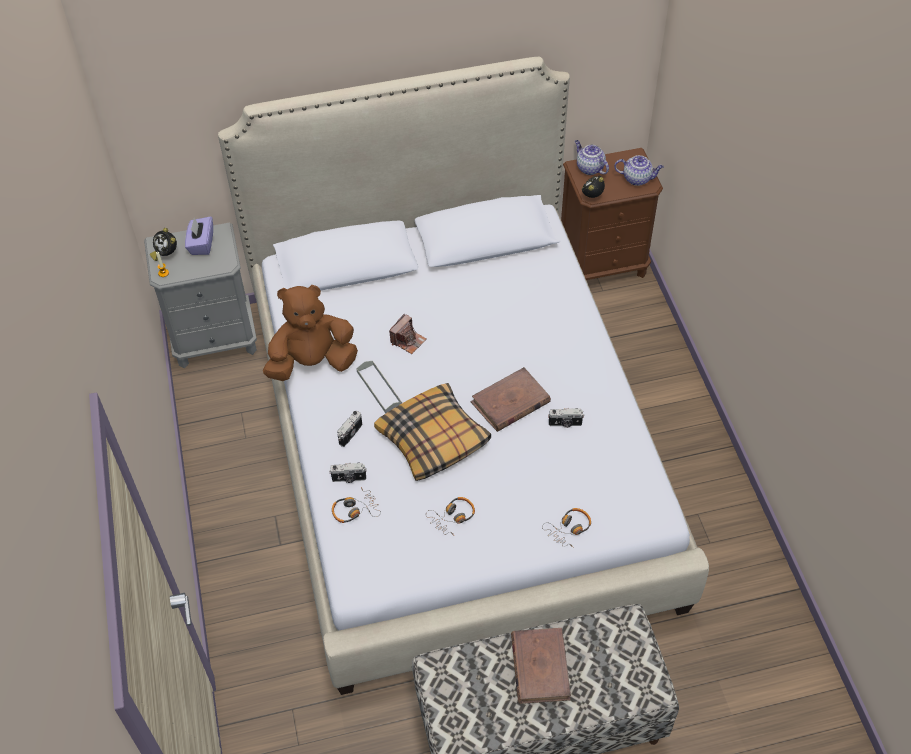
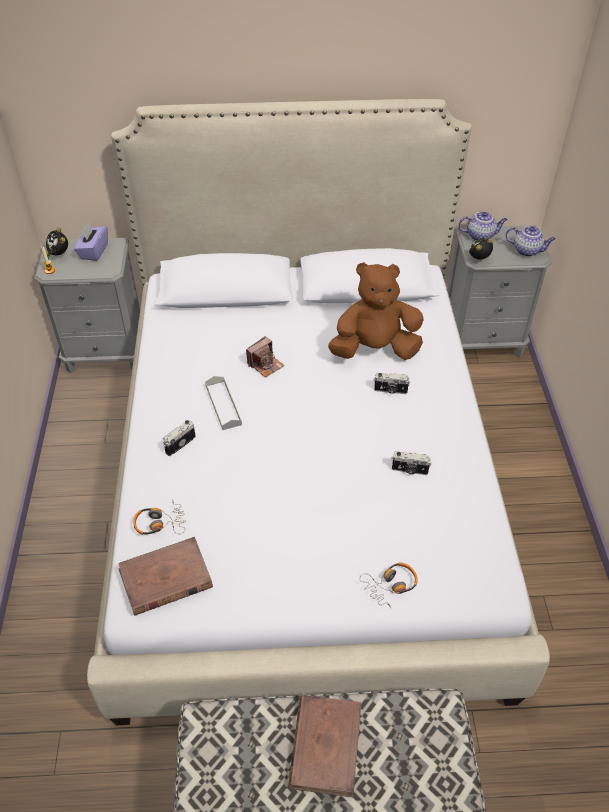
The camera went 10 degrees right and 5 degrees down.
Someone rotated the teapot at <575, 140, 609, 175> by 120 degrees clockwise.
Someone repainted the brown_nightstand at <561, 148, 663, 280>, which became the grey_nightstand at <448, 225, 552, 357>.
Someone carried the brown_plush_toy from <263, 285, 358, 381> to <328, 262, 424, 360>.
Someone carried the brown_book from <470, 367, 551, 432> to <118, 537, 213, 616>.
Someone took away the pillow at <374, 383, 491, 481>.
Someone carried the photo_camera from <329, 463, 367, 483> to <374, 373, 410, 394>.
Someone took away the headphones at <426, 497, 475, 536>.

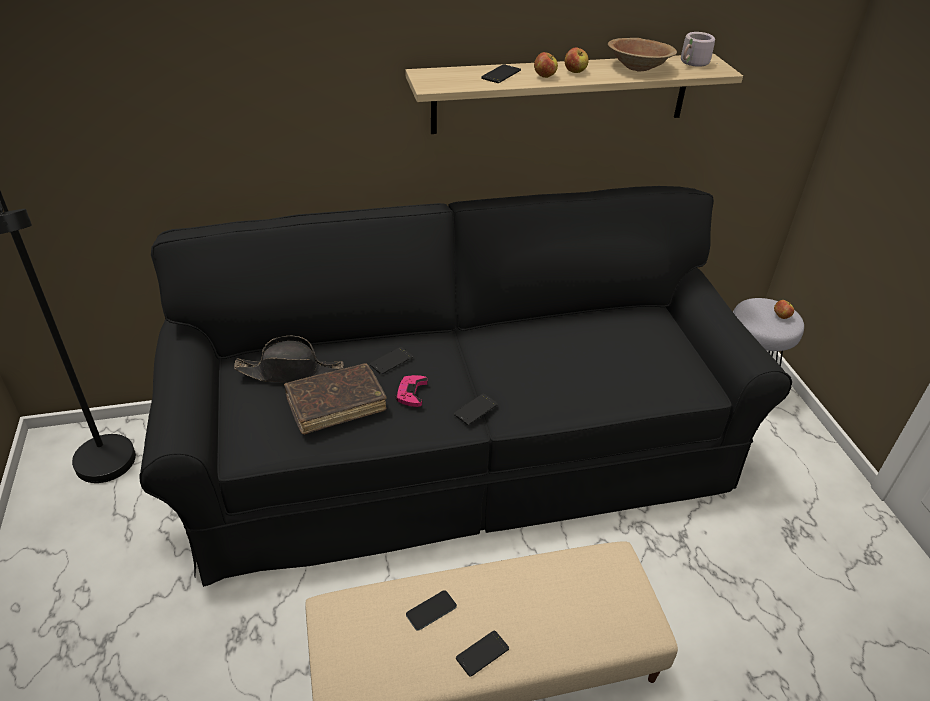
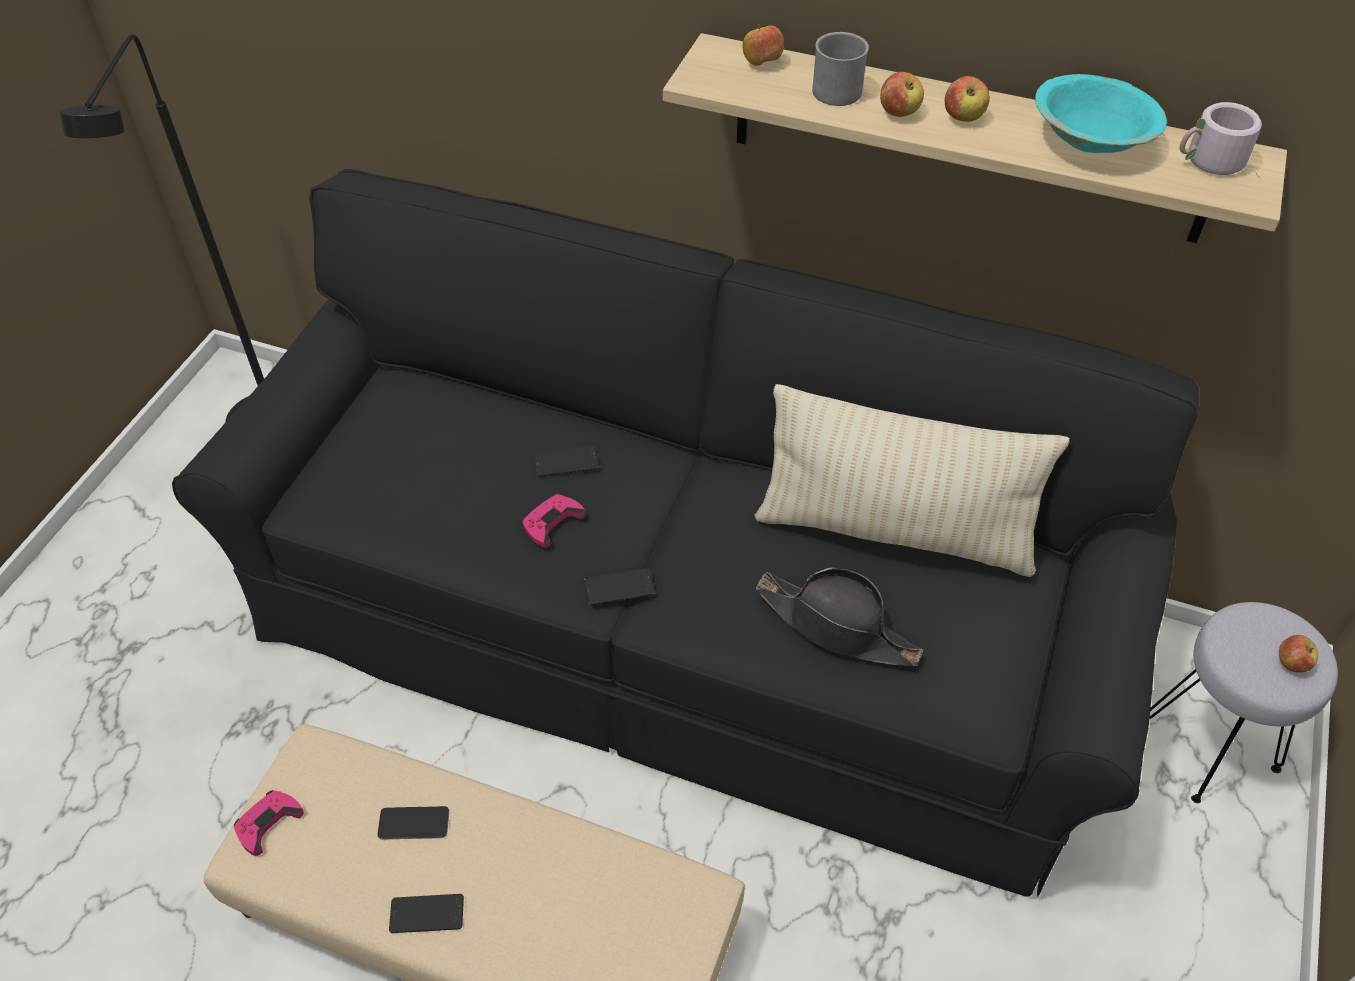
The camera went 35 degrees right and 10 degrees up.
Someone repainted the brown_bowl at <608, 38, 677, 72>, which became the turquoise_bowl at <1035, 74, 1167, 153>.
Someone swapped the phone at <481, 64, 521, 83> for the grey_mug at <812, 32, 869, 106>.
Someone carried the black_hat from <234, 335, 344, 382> to <756, 568, 923, 667>.
Someone took away the brown_book at <284, 364, 387, 434>.
Someone put down the apple at <742, 24, 784, 66>.
Someone put down the beige_pillow at <755, 384, 1069, 577>.
Someone put down the pink_game_controller at <234, 790, 304, 856>.

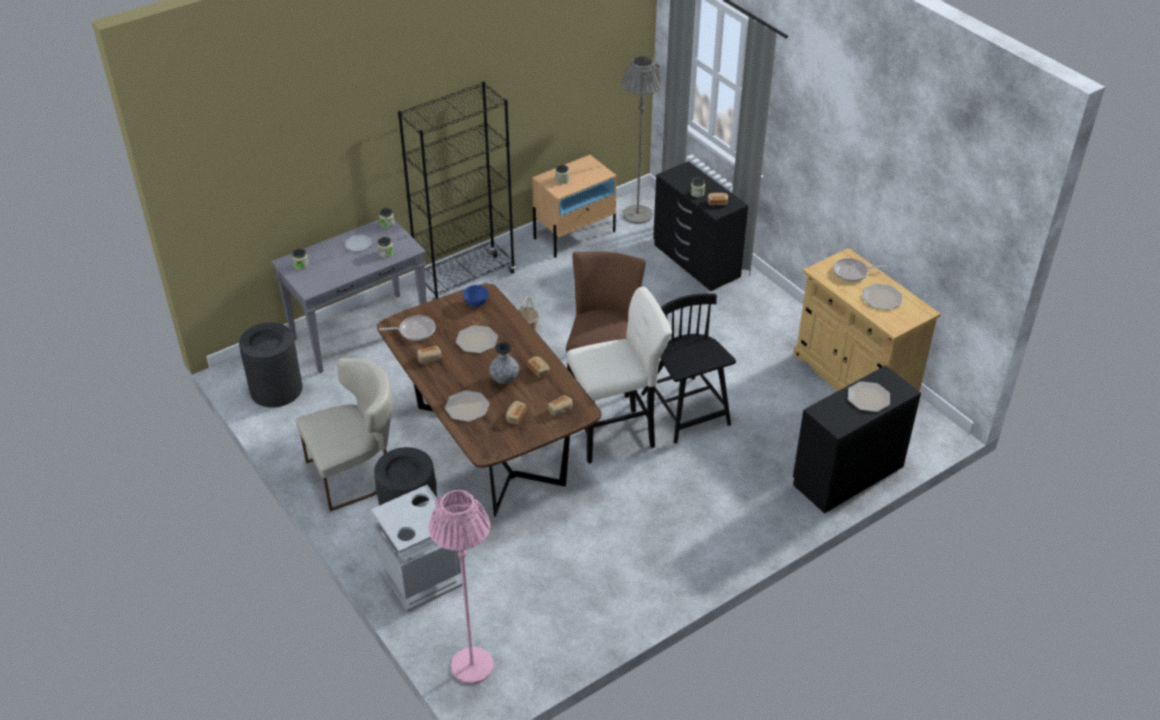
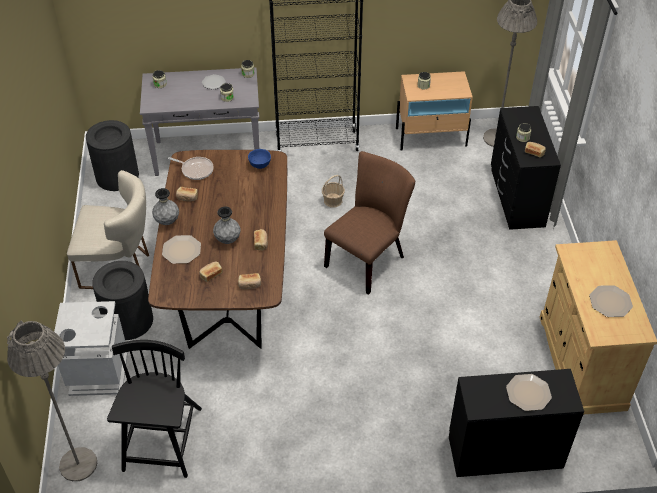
The camera went 30 degrees right and 5 degrees up.
Someone took away the frying_pan at <833, 258, 887, 282>.
Someone took away the beige_stool at <567, 287, 672, 464>.
Someone carried the black_chair from <641, 294, 736, 444> to <107, 340, 202, 478>.
Someone took away the plate at <456, 325, 498, 353>.
Someone repainted the pink_floor_lamp at <429, 490, 494, 684>, which became the grey_floor_lamp at <7, 321, 97, 481>.
Someone put down the grey_vase at <152, 188, 179, 225>.

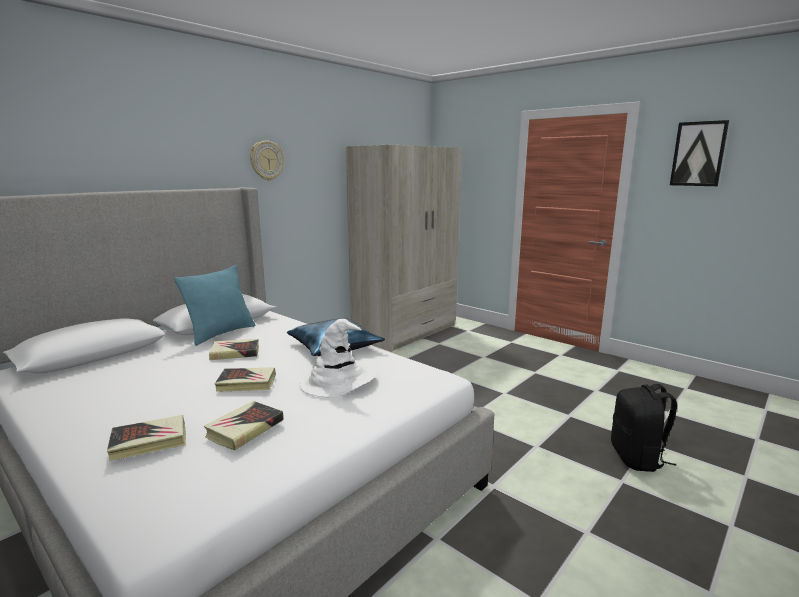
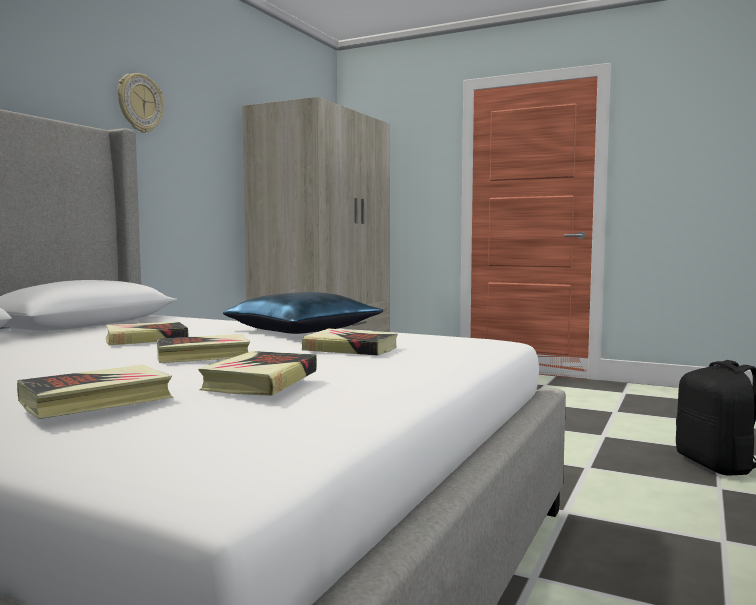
The camera went 15 degrees left and 10 degrees down.
Someone took away the picture at <670, 120, 729, 186>.
Someone took away the turquoise_pillow at <174, 265, 255, 346>.
Someone swapped the white_hat at <299, 319, 377, 397> for the book at <302, 328, 398, 356>.

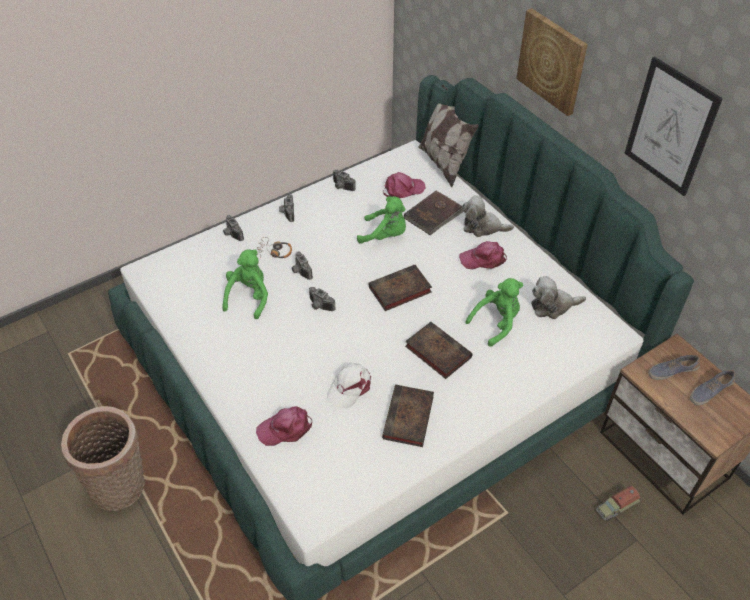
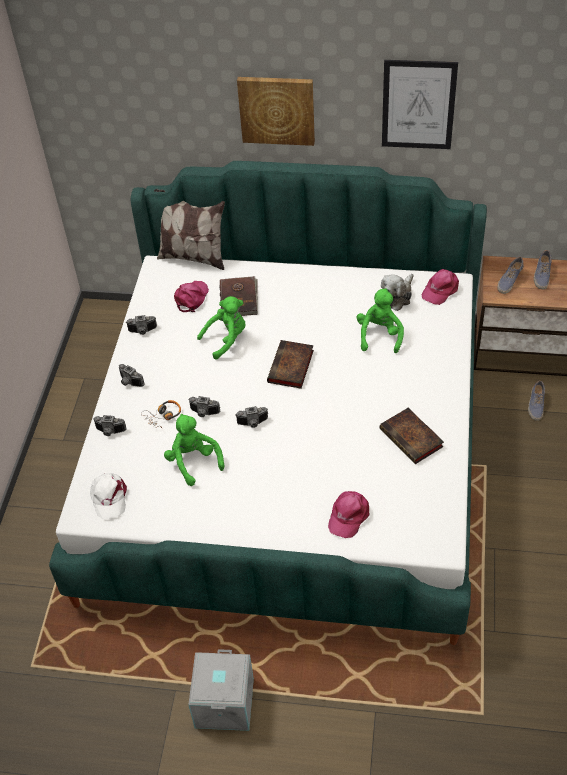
The camera went 45 degrees left and 0 degrees up.
Someone took away the plush_toy at <462, 195, 514, 237>.
Someone carried the pink_cap from <459, 241, 507, 270> to <422, 269, 459, 305>.
Someone took away the book at <405, 322, 472, 379>.
Someone carried the white_cap from <327, 362, 371, 409> to <90, 473, 127, 519>.
Someone swapped the basket at <61, 406, 145, 511> for the grey_storage_box at <188, 649, 254, 731>.
Someone swapped the toy_truck at <596, 486, 640, 521> for the shoe at <528, 381, 545, 421>.

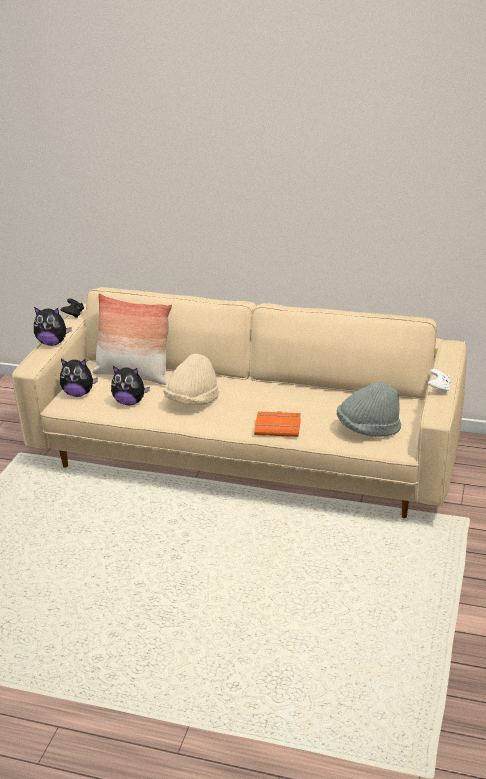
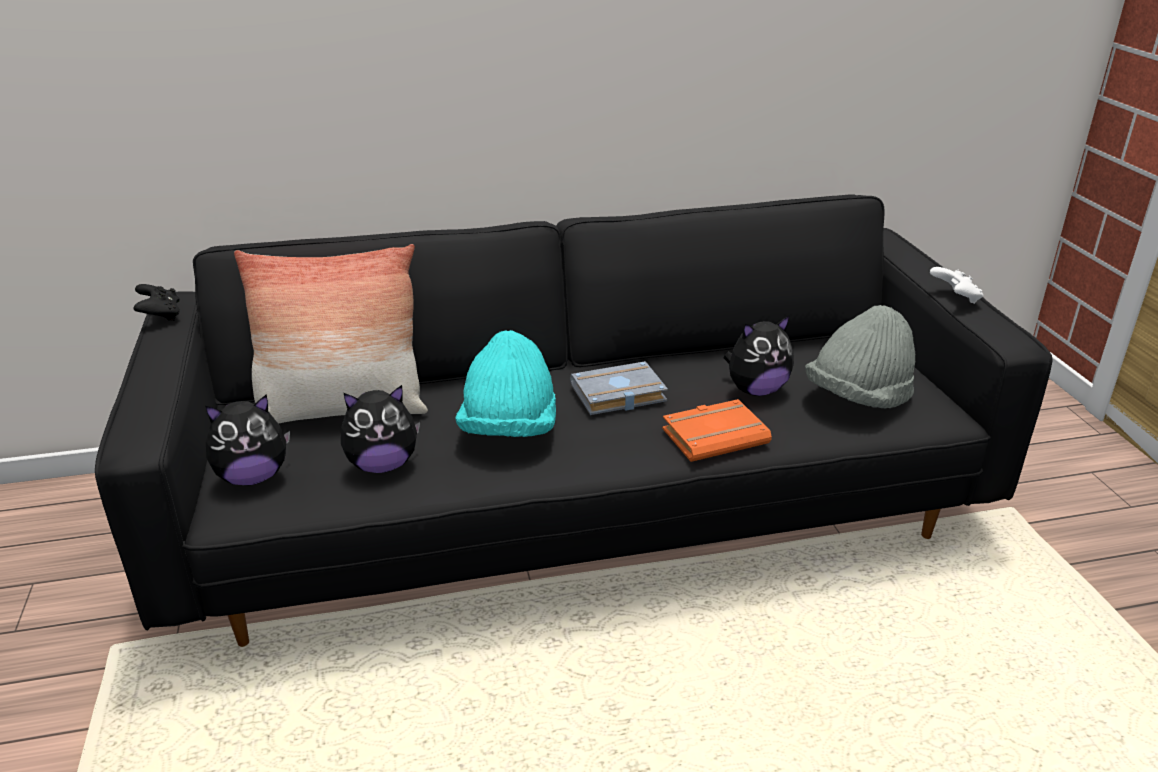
The camera went 30 degrees left and 0 degrees up.
Someone repainted the beige_sofa at <12, 287, 467, 518>, which became the black_sofa at <95, 194, 1053, 647>.
Someone carried the plush_toy from <34, 307, 72, 346> to <724, 315, 794, 396>.
Someone repainted the beige_hat at <163, 354, 219, 405>, which became the turquoise_hat at <455, 330, 556, 437>.
Someone put down the grey_book at <570, 361, 668, 415>.

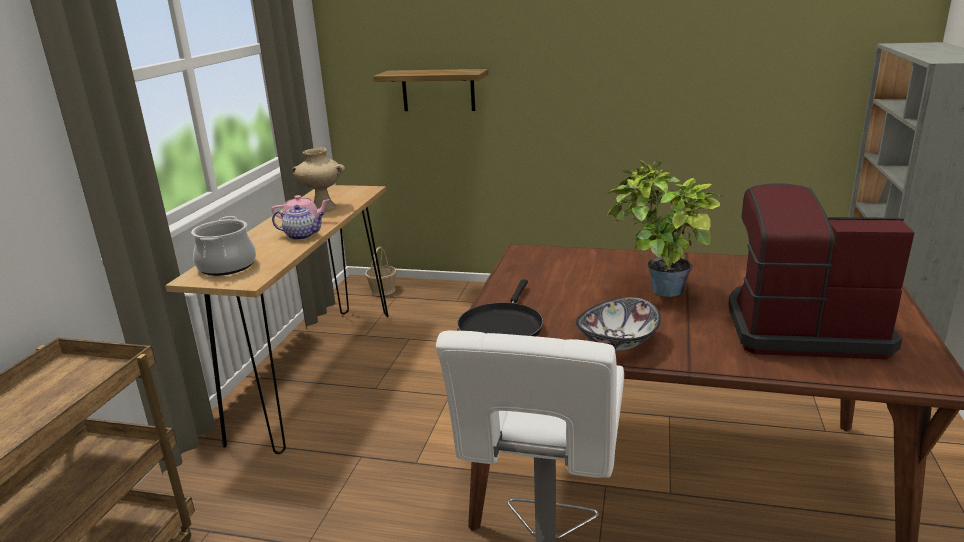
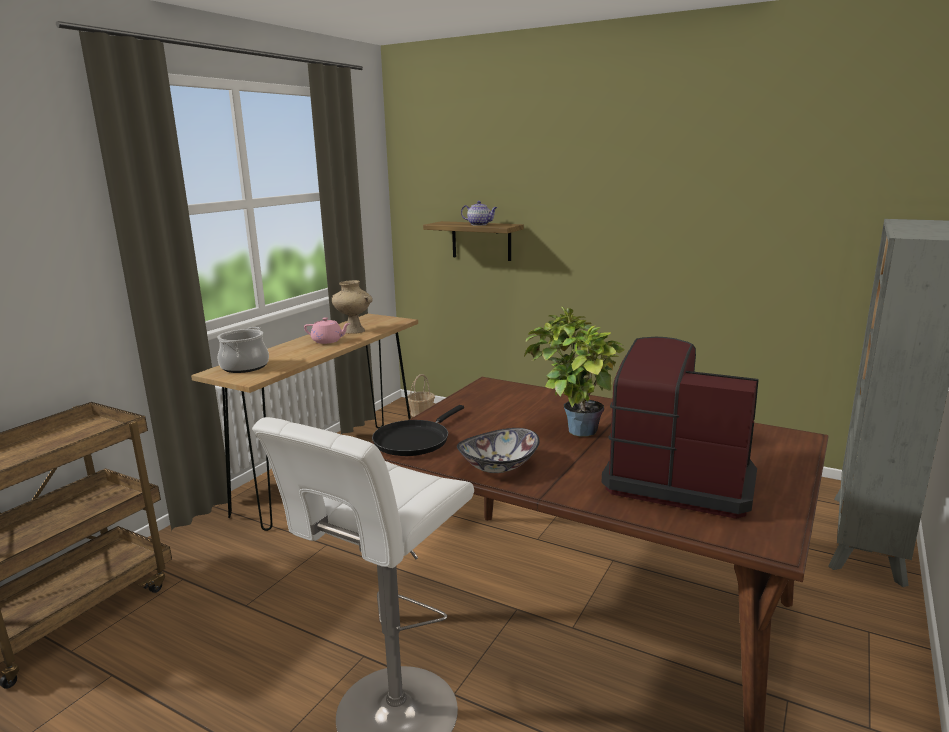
The camera went 15 degrees right and 5 degrees down.
Someone carried the teapot from <272, 205, 325, 240> to <461, 201, 498, 226>.

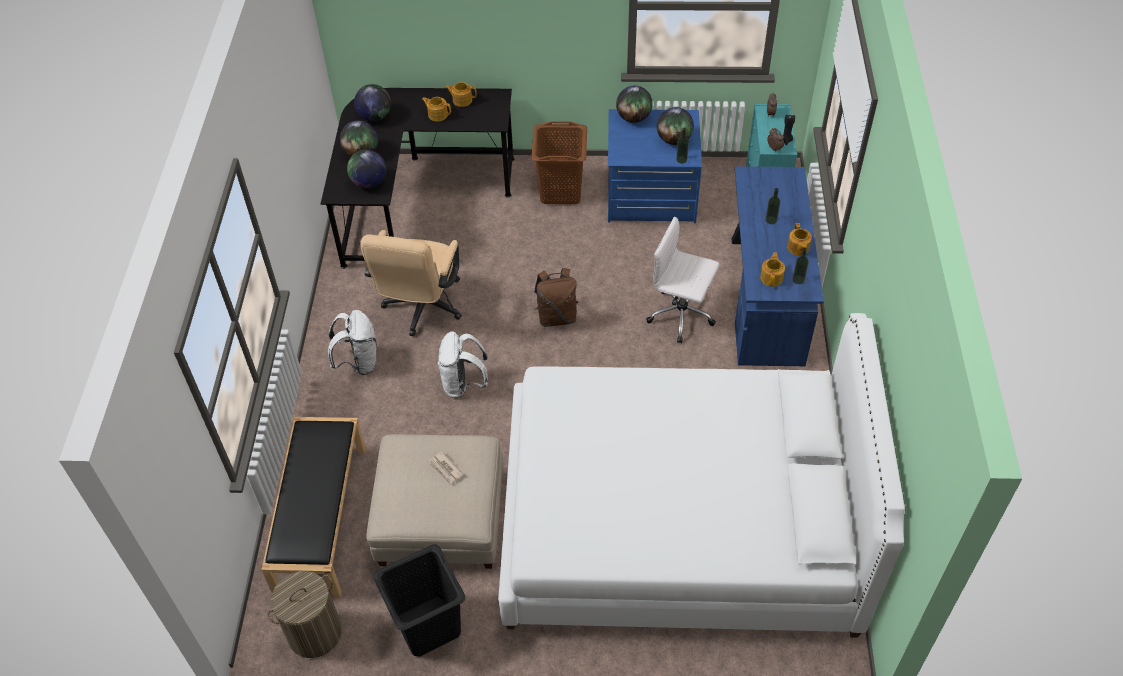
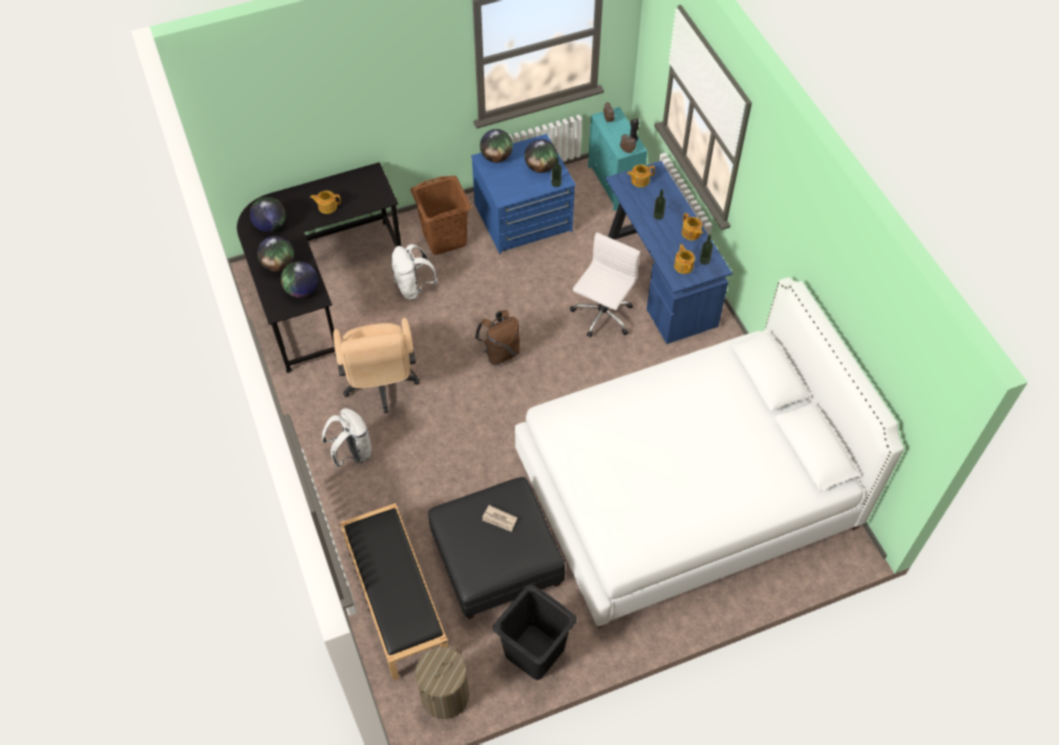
The camera went 25 degrees left and 5 degrees up.
Someone carried the teapot from <445, 82, 477, 107> to <627, 165, 655, 187>.
Someone rotated the white_office_chair at <646, 216, 720, 343> by 120 degrees clockwise.
Someone carried the white_backpack from <438, 331, 488, 398> to <391, 244, 437, 300>.
Someone repainted the beige_ottoman at <366, 434, 503, 569>, which became the black_ottoman at <428, 477, 565, 619>.

